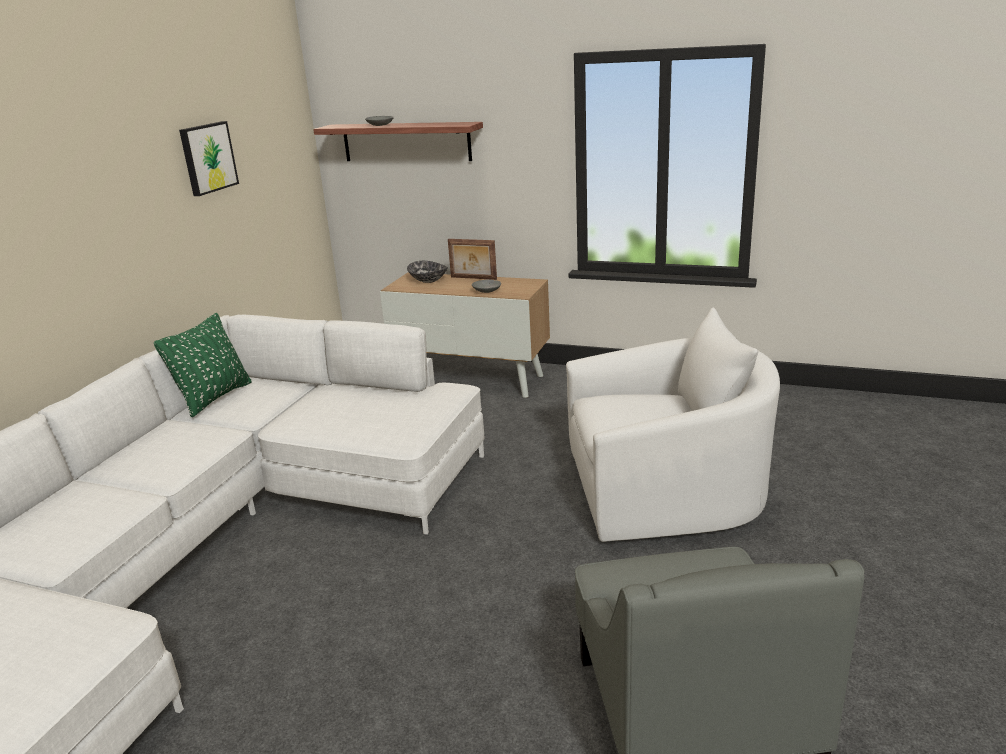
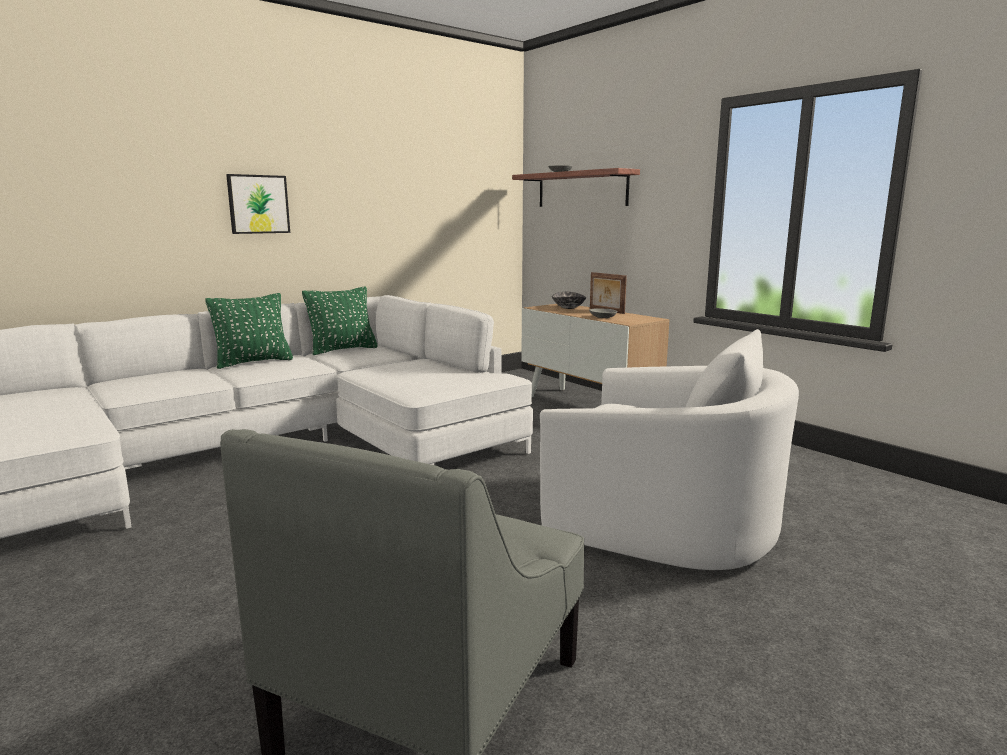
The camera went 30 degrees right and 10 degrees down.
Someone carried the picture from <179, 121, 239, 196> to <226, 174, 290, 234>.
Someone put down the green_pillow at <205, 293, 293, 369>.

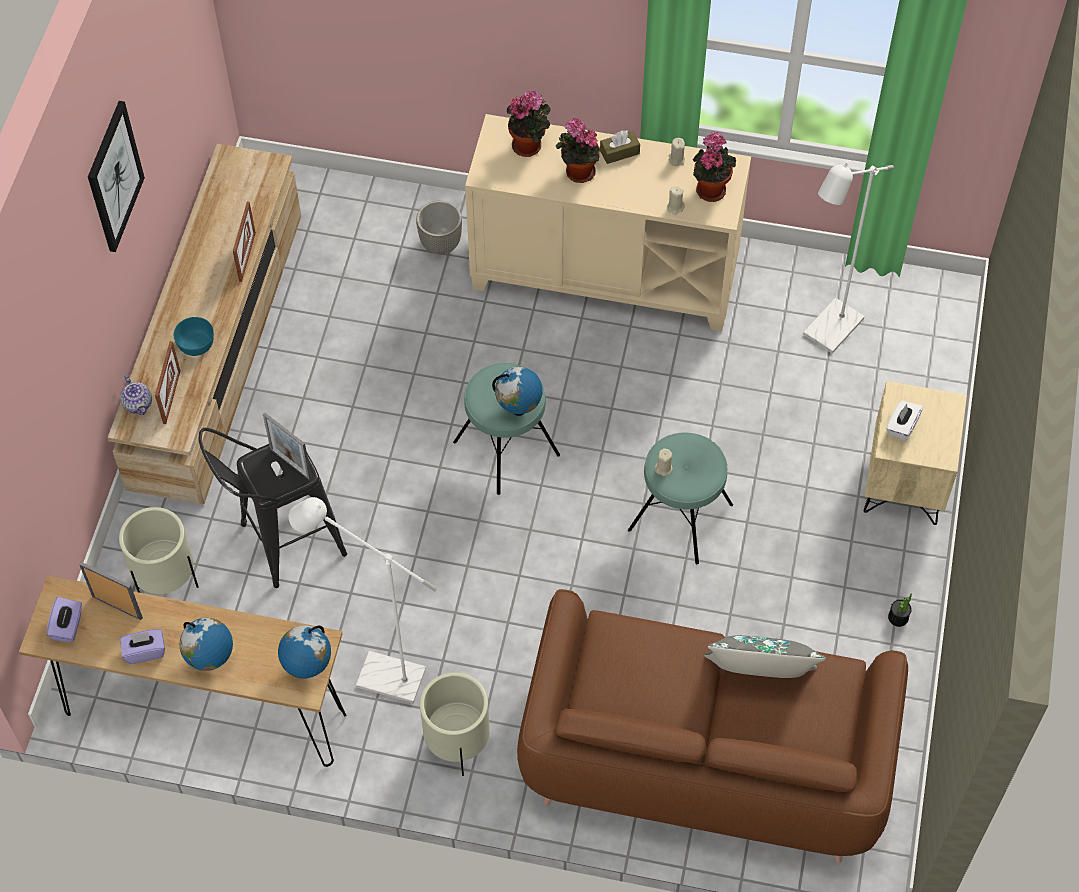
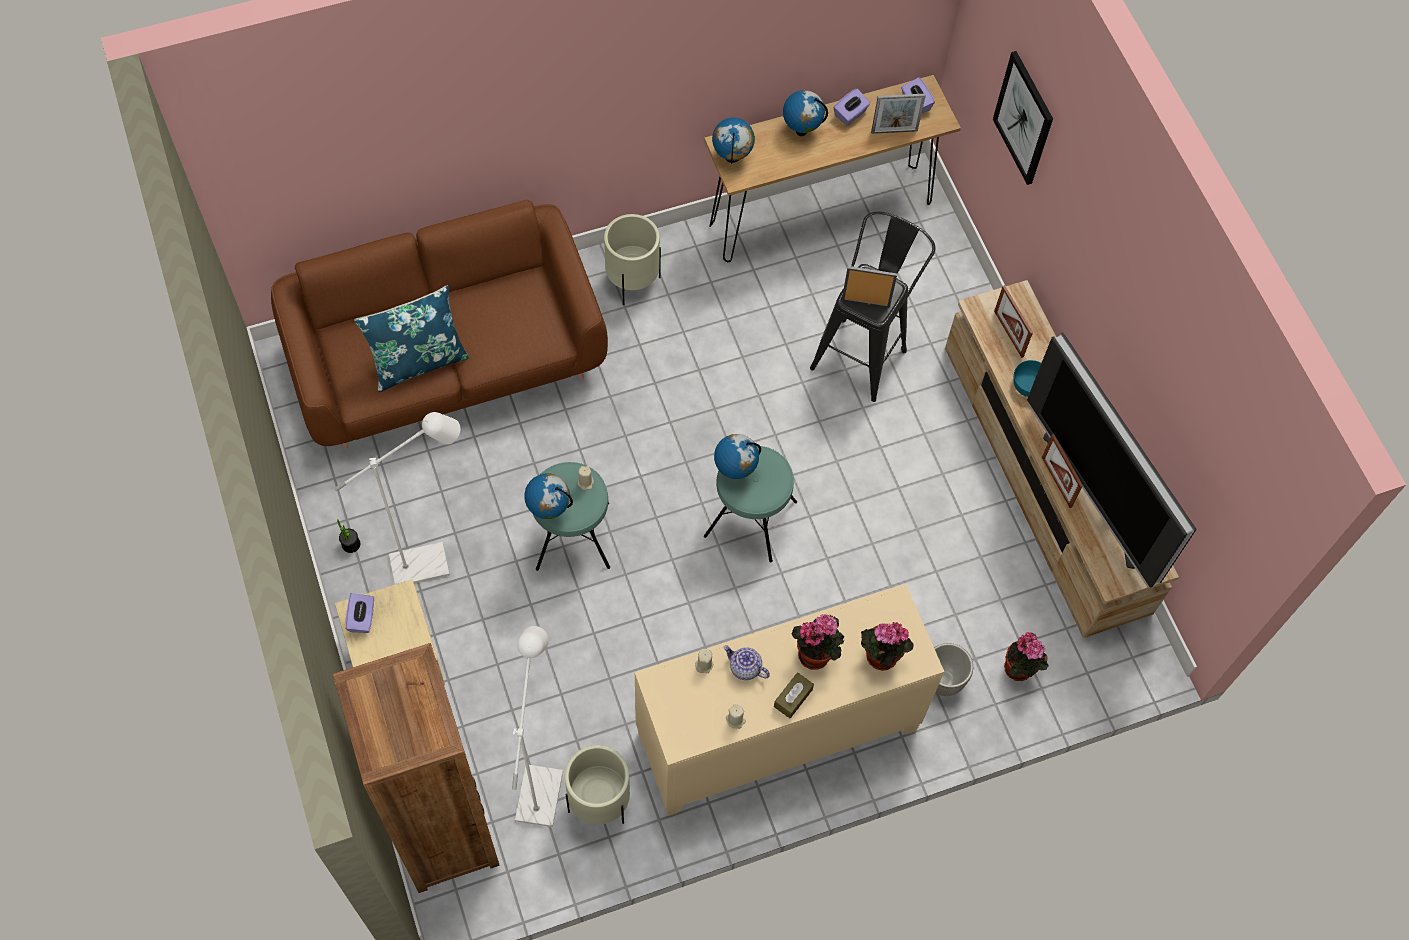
The camera went 145 degrees right and 5 degrees up.
Someone carried the picture from <88, 101, 145, 252> to <993, 51, 1053, 185>.
Someone carried the potted_plant from <693, 132, 736, 202> to <1004, 632, 1048, 681>.
Someone carried the teapot from <120, 375, 152, 415> to <723, 645, 770, 680>.
Someone took away the white_tissue_box at <886, 400, 923, 442>.
Someone carried the white_floor_lamp from <289, 497, 437, 703> to <334, 412, 460, 584>.
Someone carried the beige_planter from <119, 507, 199, 594> to <565, 745, 630, 825>.
Someone repainted the grey_pillow at <704, 635, 826, 678>, which became the blue_pillow at <354, 285, 470, 392>.
Someone put down the television at <1027, 333, 1196, 588>.
Someone put down the globe at <524, 473, 573, 519>.
Someone put down the purple_tissue_box at <345, 593, 374, 633>.
Someone put down the brown_bookcase at <333, 643, 500, 893>.

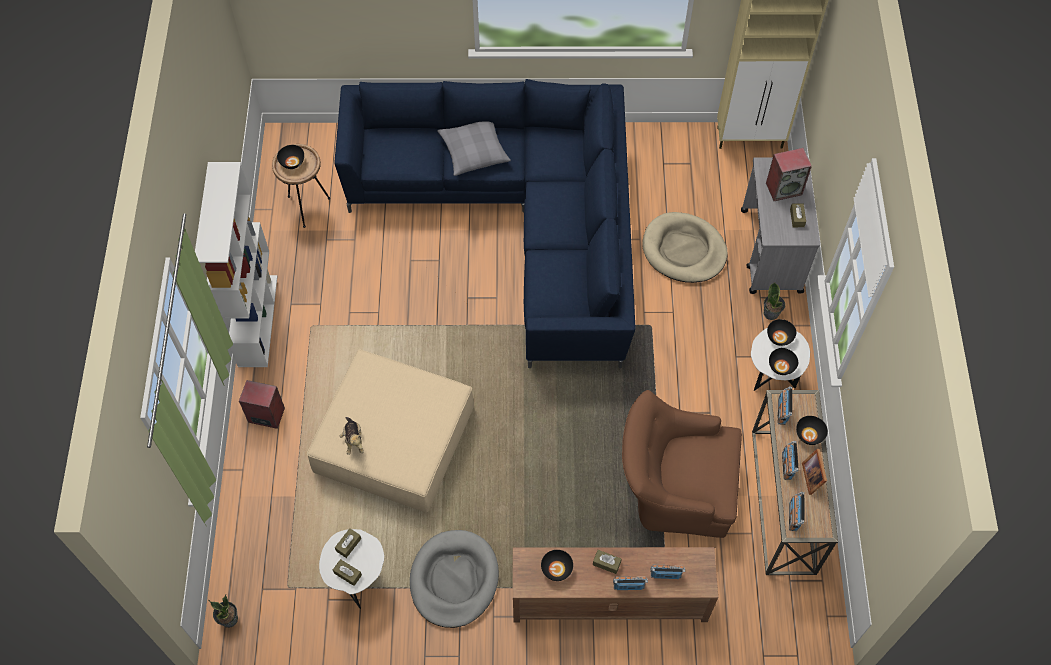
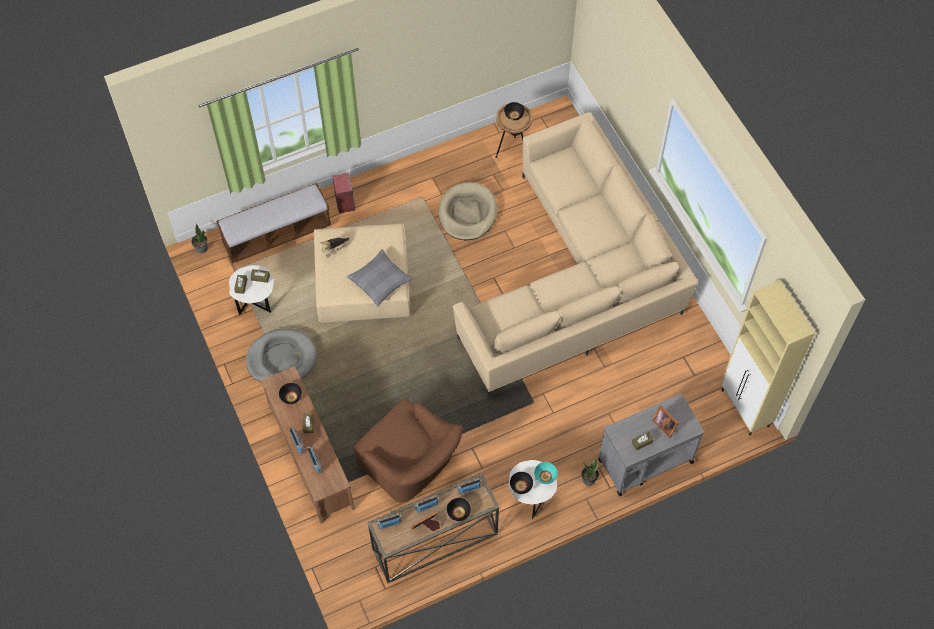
The camera went 65 degrees right and 0 degrees up.
Someone repainted the blue_sofa at <334, 79, 636, 368>, which became the beige_sofa at <453, 112, 698, 396>.
Someone carried the grey_pillow from <437, 121, 511, 176> to <347, 249, 413, 306>.
Someone swapped the speaker at <766, 148, 812, 201> for the picture_frame at <652, 405, 679, 438>.
Someone took away the white_bookcase at <195, 162, 277, 367>.
Someone carried the beige_dog_bed from <642, 212, 728, 283> to <438, 182, 498, 240>.
Someone repainted the black_bowl at <767, 319, 796, 346>, which became the turquoise_bowl at <534, 462, 558, 484>.
Someone rotated the brown_armchair at <622, 390, 742, 538> by 150 degrees clockwise.
Someone put down the bench at <216, 183, 332, 263>.

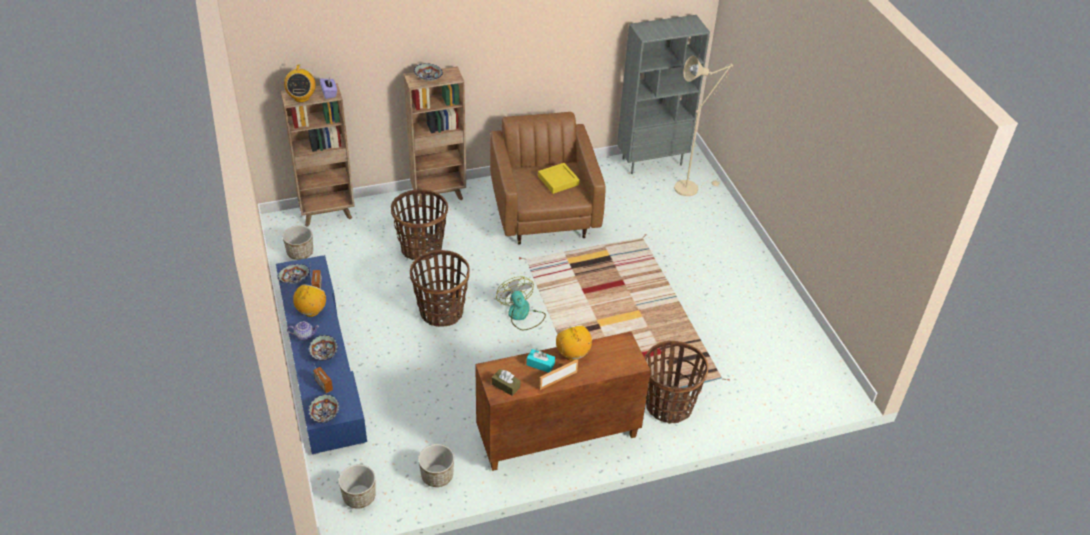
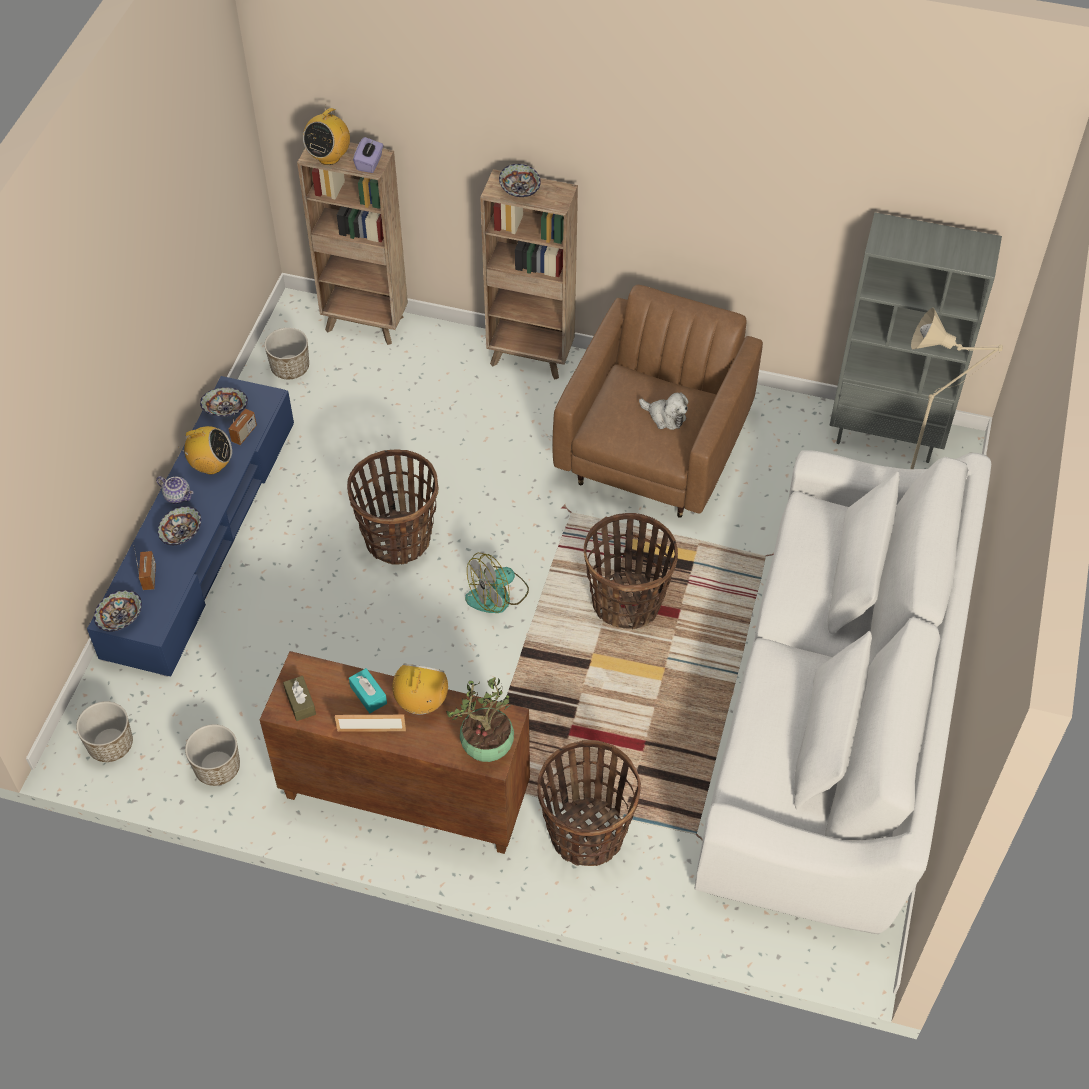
The camera went 35 degrees right and 10 degrees up.
Someone swapped the yellow_tray at <538, 163, 580, 194> for the plush_toy at <639, 392, 689, 430>.
Someone carried the basket from <391, 189, 448, 260> to <584, 513, 678, 630>.
Someone rotated the fan at <496, 276, 546, 330> by 135 degrees counterclockwise.
Someone rotated the radio at <293, 284, 326, 317> by 45 degrees clockwise.
Someone put down the white_sofa at <694, 450, 991, 934>.
Someone put down the potted_plant at <446, 677, 514, 762>.

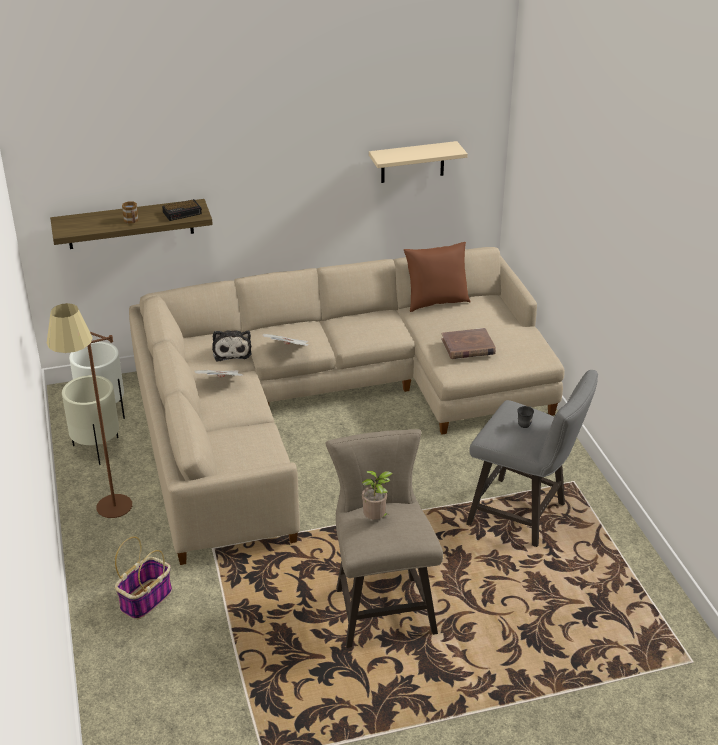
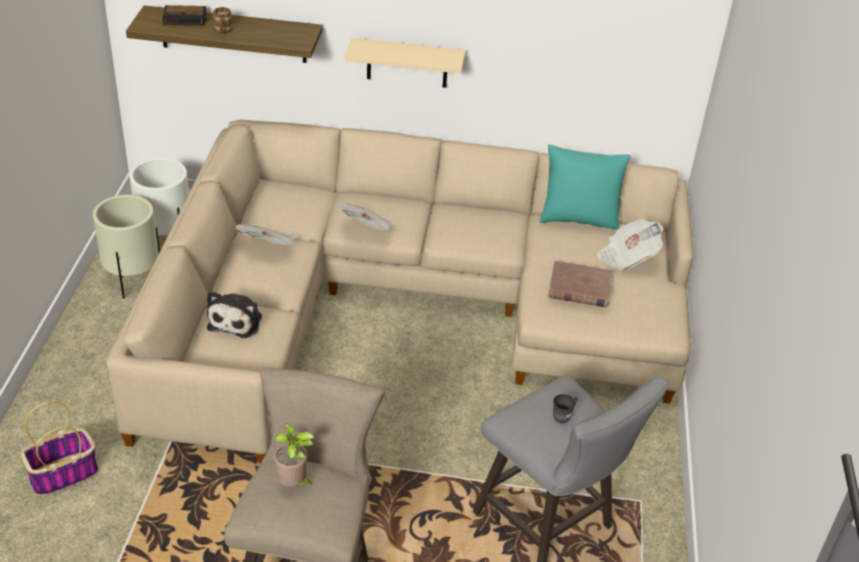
The camera went 20 degrees right and 5 degrees up.
Someone carried the beige_shelf from <369, 141, 468, 183> to <344, 38, 466, 88>.
Someone carried the alarm_clock from <162, 199, 202, 221> to <163, 5, 207, 25>.
Someone repainted the brown_pillow at <404, 242, 470, 312>, which became the turquoise_pillow at <540, 145, 631, 230>.
Someone took away the brown_floor_lamp at <47, 303, 132, 518>.
Someone carried the plush_toy from <212, 330, 252, 361> to <207, 291, 262, 338>.
Someone put down the newspaper at <597, 219, 664, 272>.

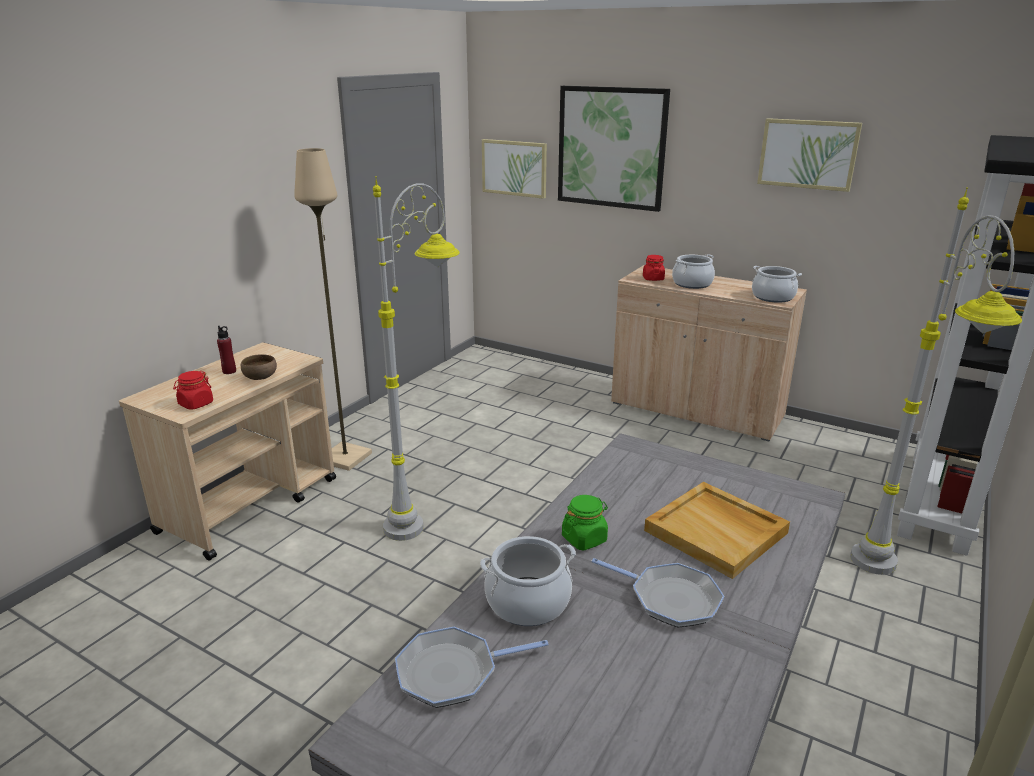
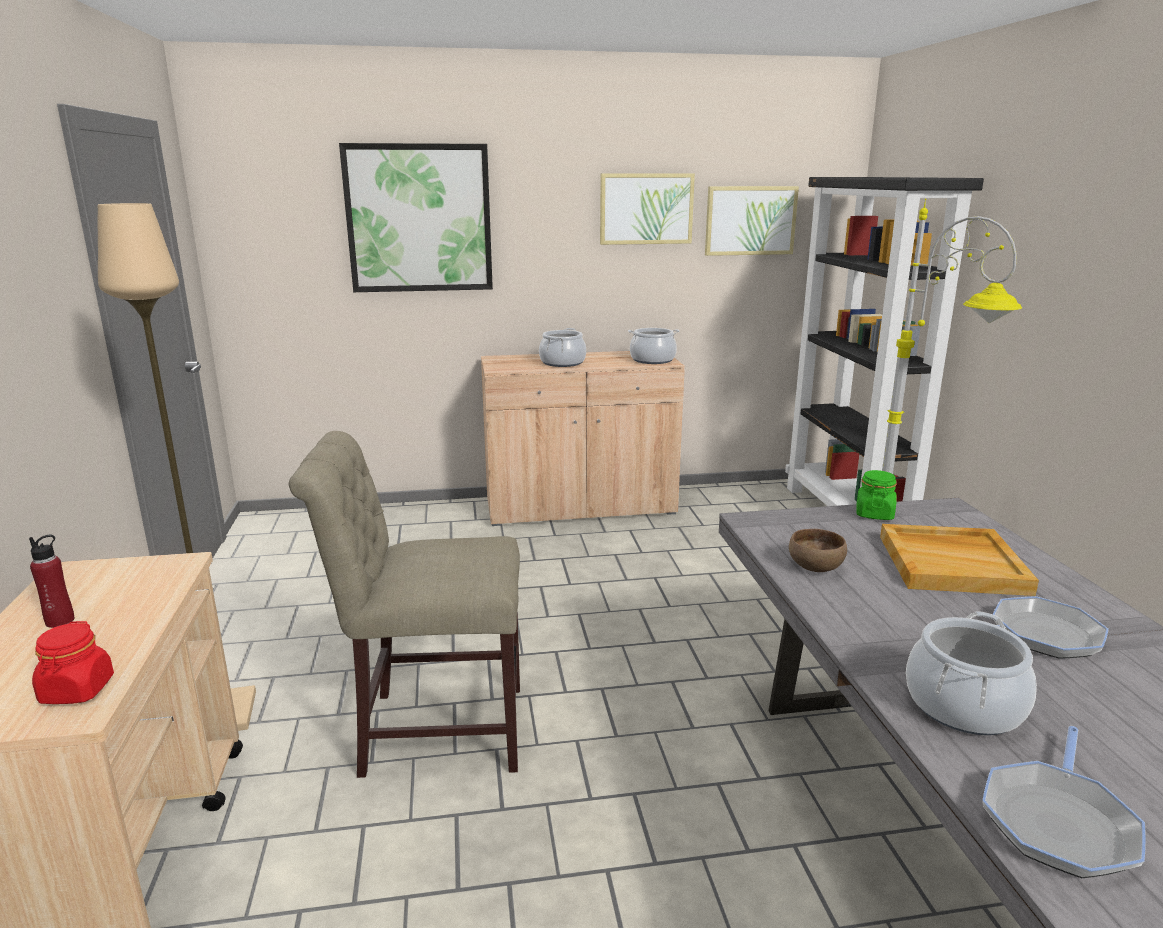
The camera went 40 degrees left and 5 degrees down.
Someone carried the picture from <482, 139, 547, 199> to <705, 186, 799, 256>.
Someone swapped the grey_floor_lamp at <373, 176, 460, 541> for the beige_chair at <289, 431, 520, 778>.
Someone took away the red_jar at <643, 255, 665, 281>.
Someone carried the brown_bowl from <241, 354, 277, 380> to <789, 529, 847, 572>.
Someone carried the green_jar from <562, 495, 608, 550> to <856, 470, 897, 520>.

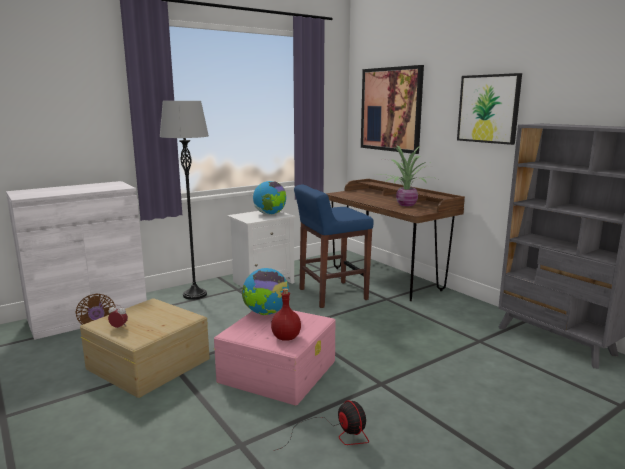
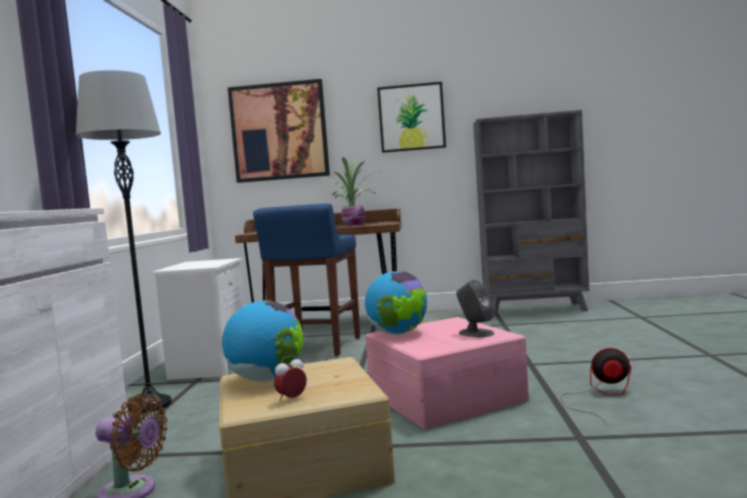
The camera went 50 degrees left and 10 degrees down.
Someone carried the globe from <253, 181, 286, 215> to <222, 300, 303, 381>.
Someone swapped the red_bottle at <271, 288, 301, 341> for the grey_speaker at <456, 280, 494, 337>.

